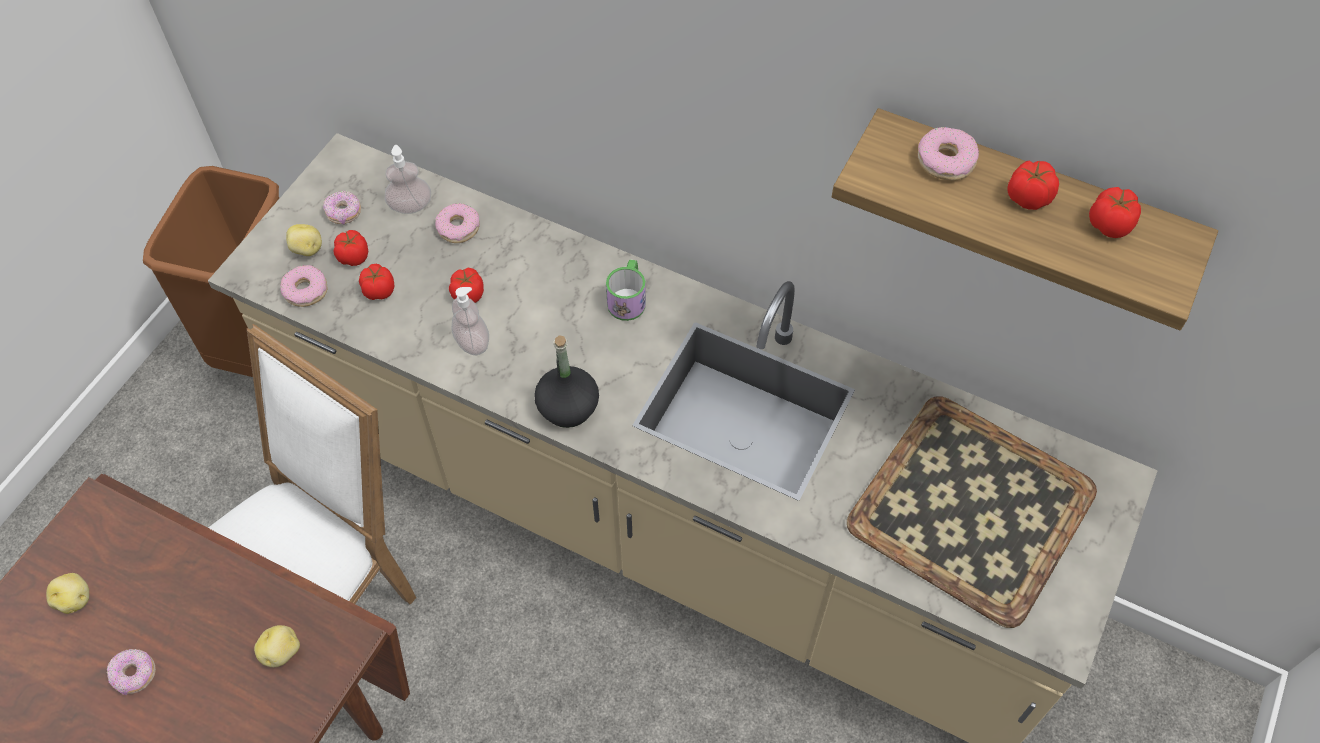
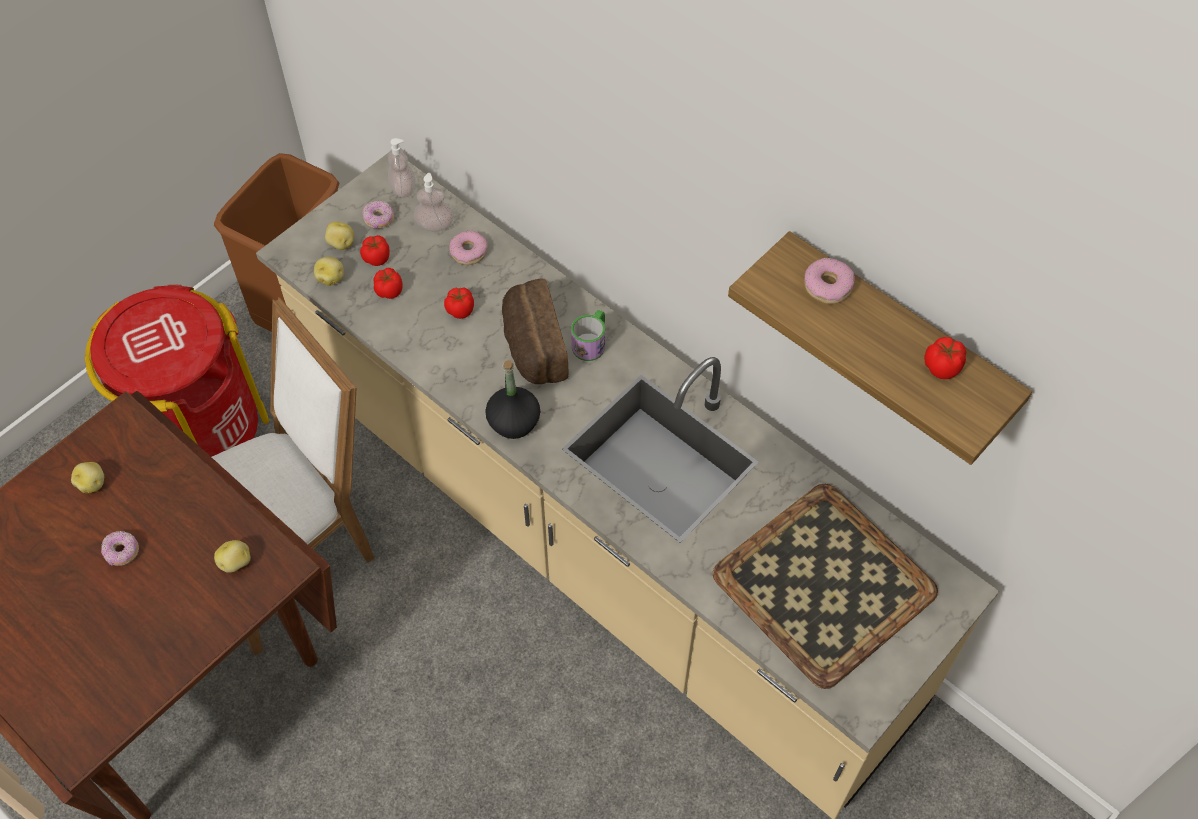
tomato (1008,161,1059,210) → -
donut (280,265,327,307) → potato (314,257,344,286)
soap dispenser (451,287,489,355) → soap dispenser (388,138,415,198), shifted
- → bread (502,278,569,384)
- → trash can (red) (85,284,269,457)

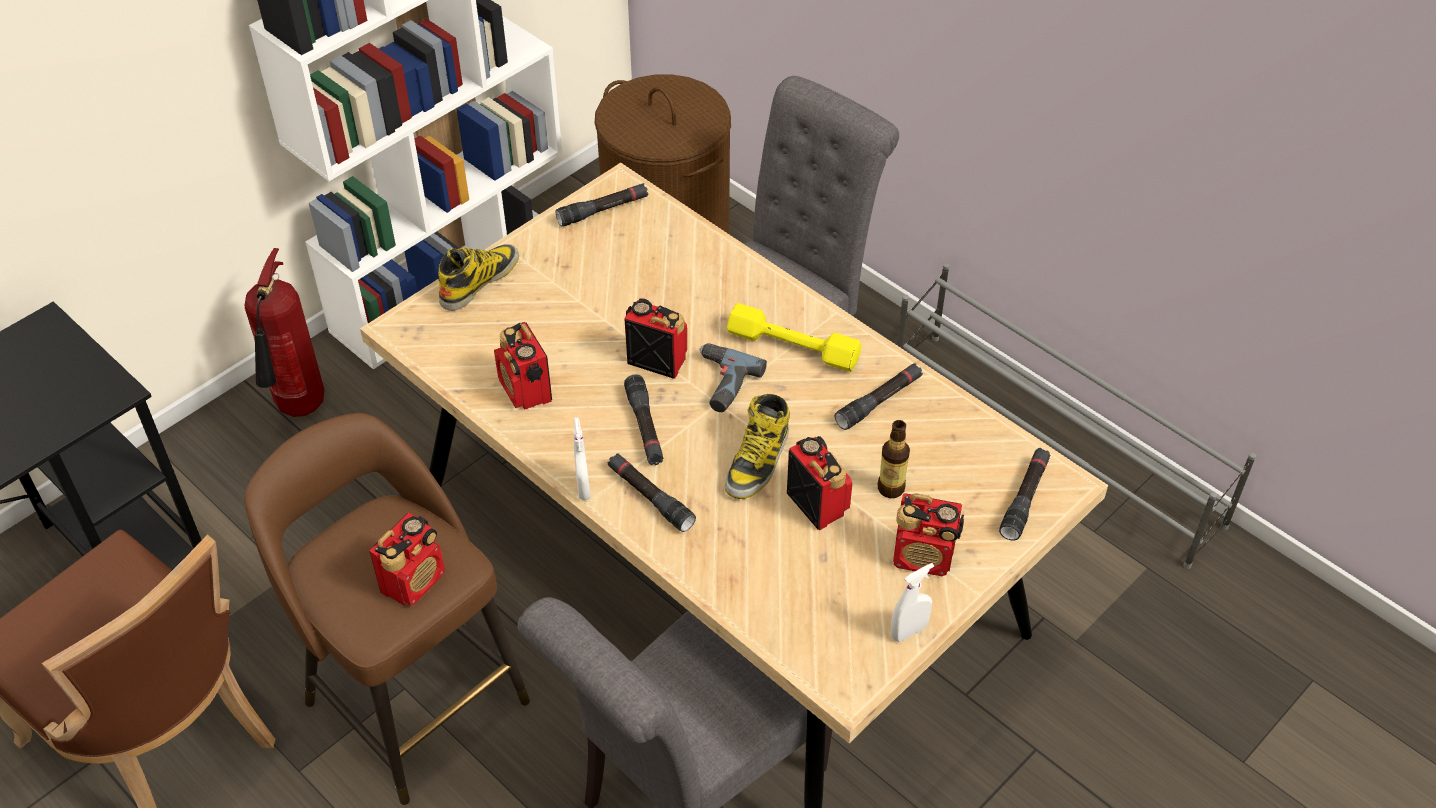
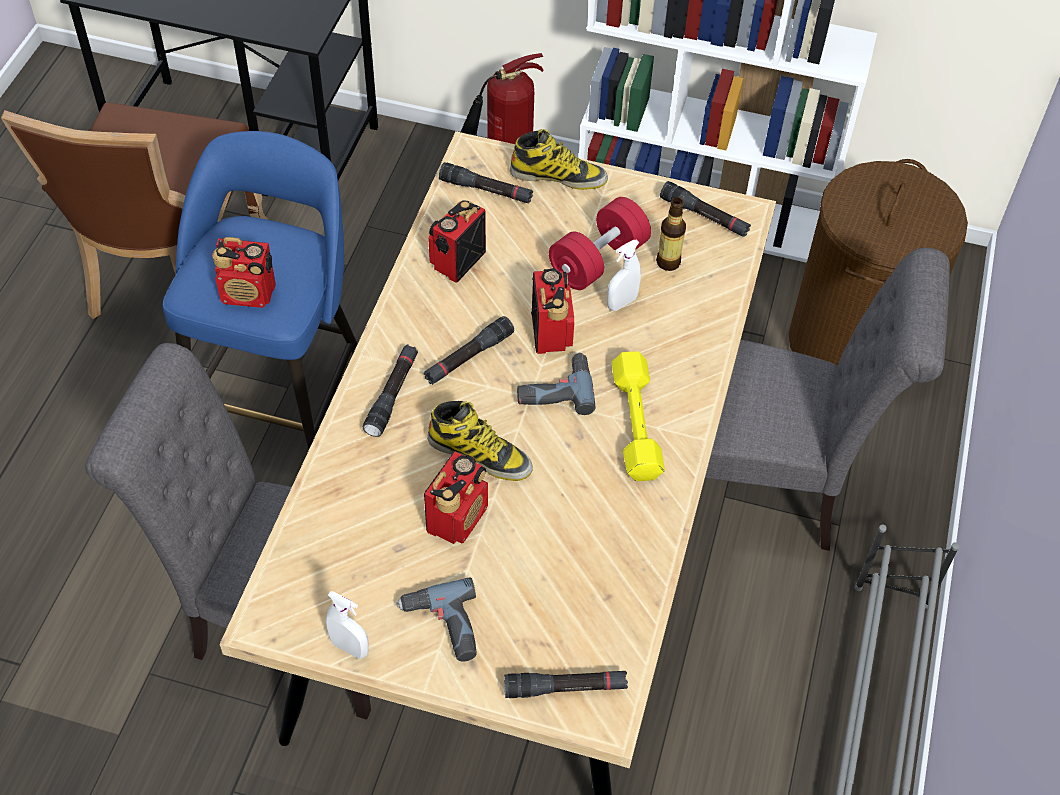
flashlight (black) (835,363,923,430) → flashlight (black) (439,162,533,204), shifted
boot (725,394,790,499) → boot (427,401,533,481), 150 degrees counterclockwise
stool (brown) (244,413,530,805) → stool (blue) (162,131,357,450)
spray bottle (white) (574,417,591,500) → spray bottle (white) (607,240,641,311), shifted
bottle (878,420,910,498) → bottle (656,197,686,271), shifted
radio (893,493,964,576) → power drill (397,578,477,662)
- → dumbbell (red) (549,197,651,290)

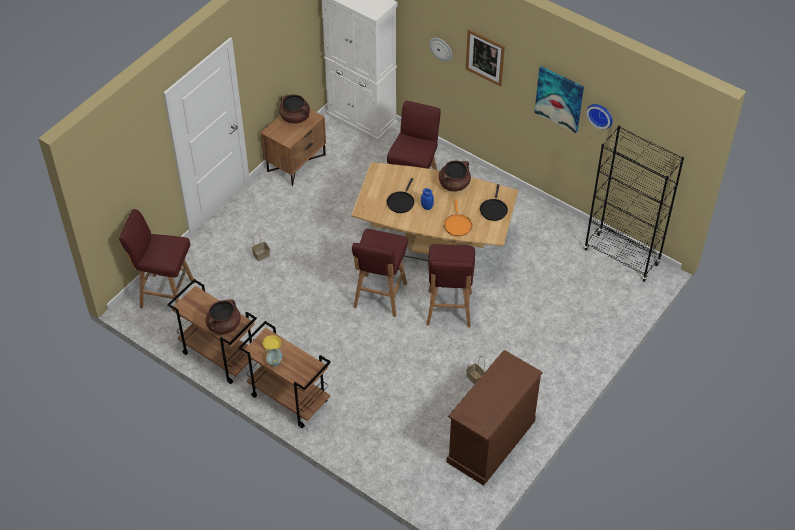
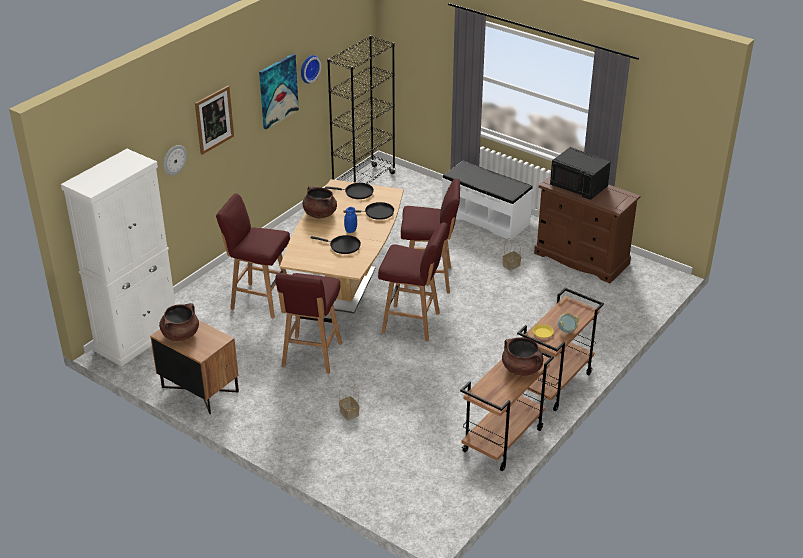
frying pan (orange) (444,199,472,236) → frying pan (black) (343,202,394,220)
stool (red) (119,209,195,308) → stool (red) (275,273,342,374), shifted
- → microwave (black) (550,147,611,200)
- → bench (white) (442,161,533,240)

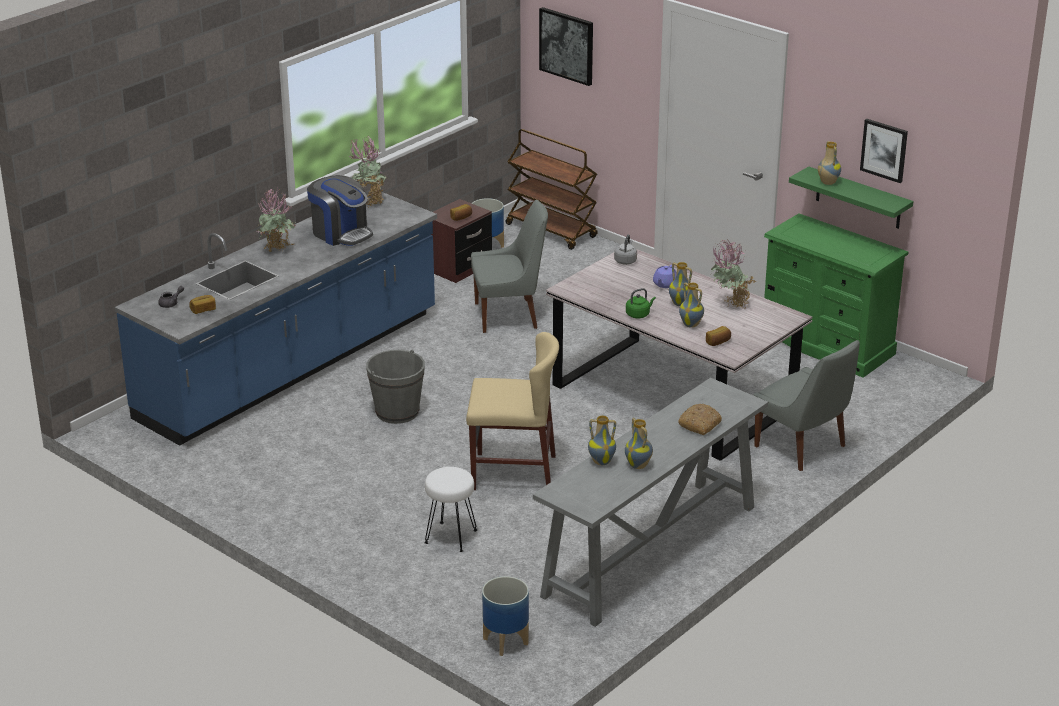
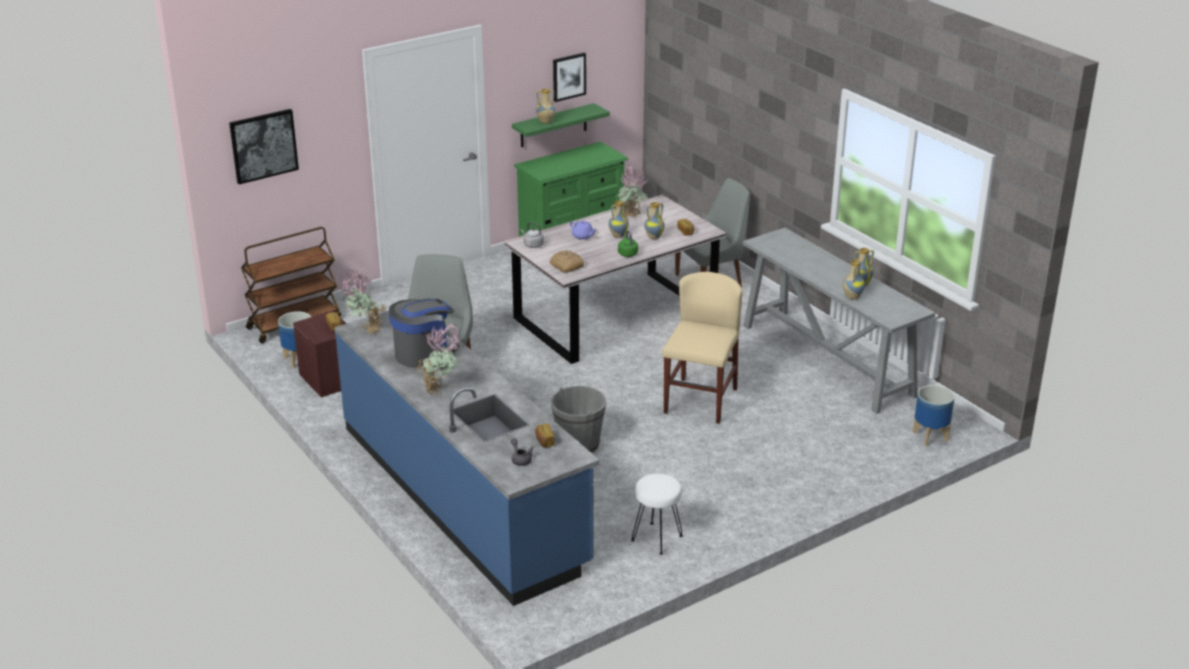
bread (678,404,722,435) → bread (549,250,584,273), shifted
stool (white) (424,467,477,552) → stool (white) (631,474,683,555), shifted

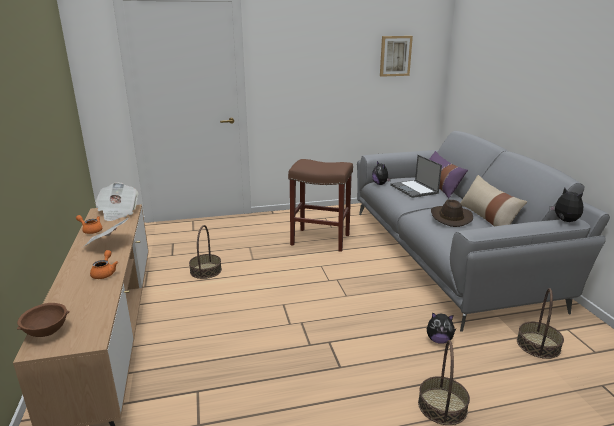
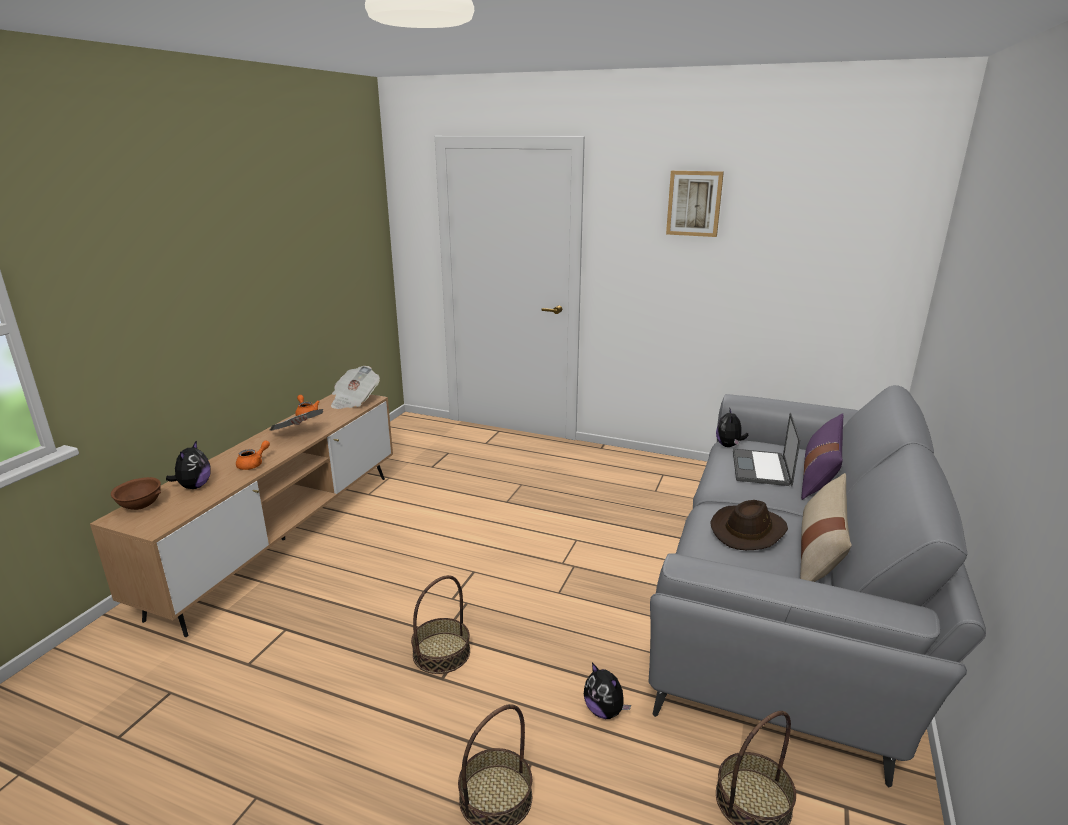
picture (380,36,413,77) → picture (666,171,724,237), shifted
stool (brown) (288,159,353,252) → -
plush toy (550,188,583,222) → plush toy (166,440,211,489), shifted
basket (189,225,222,279) → basket (411,575,470,674), shifted

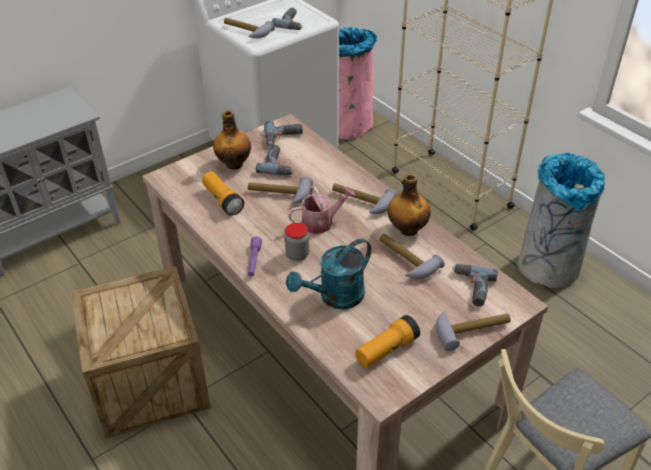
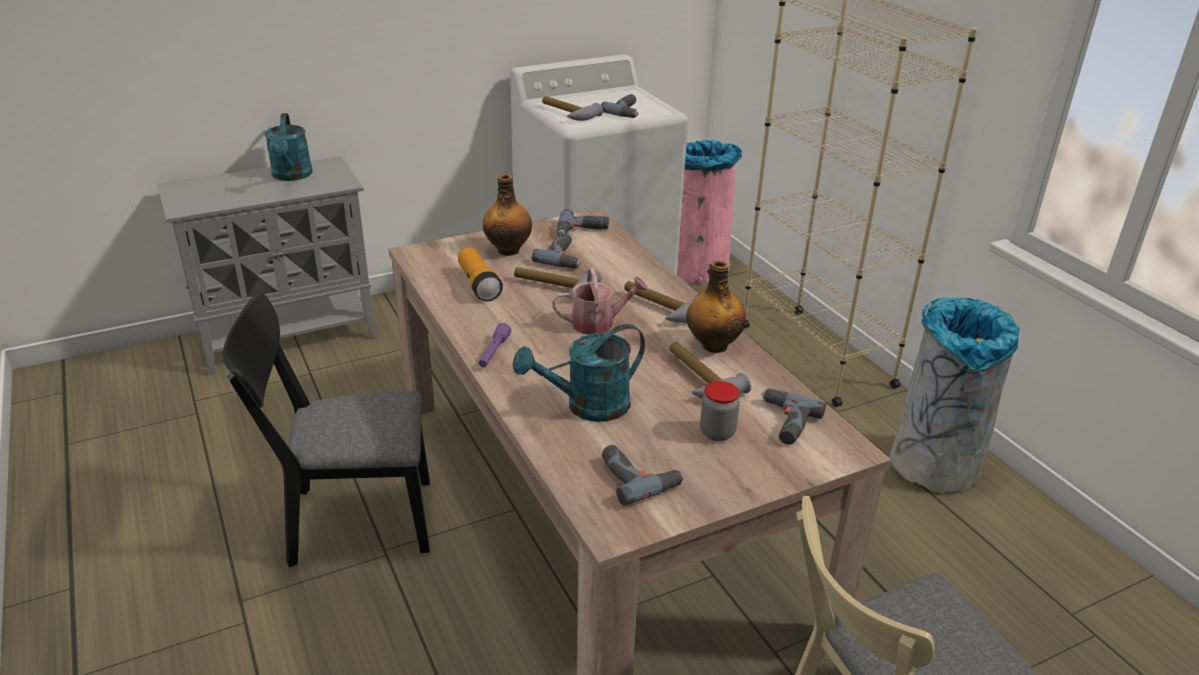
jar (285,223,309,261) → jar (700,381,740,441), shifted
crate (71,266,211,438) → chair (black) (222,293,430,567)
hammer (436,312,511,351) → -
flashlight (356,315,420,368) → power drill (602,445,684,506)
- → watering can (turquoise) (265,113,313,181)

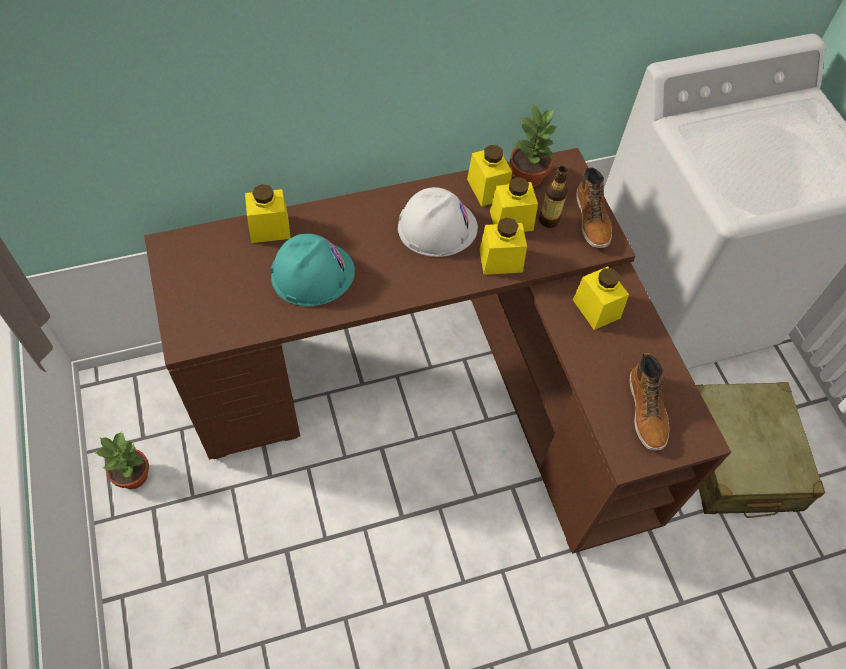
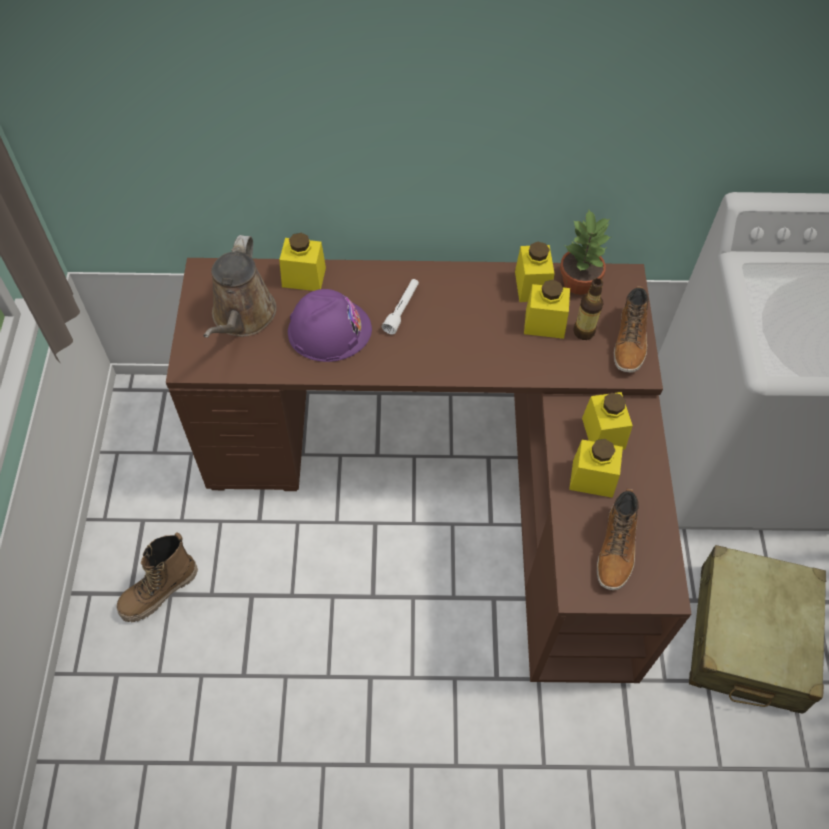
hard hat (white) (398,187,478,257) → -
jar (yellow) (479,217,527,275) → jar (yellow) (569,439,623,498), shifted
hard hat (turquoise) (271,233,355,306) → hard hat (purple) (288,289,372,362)
potted plant (96,431,149,489) → -
- → watering can (brown) (203,235,277,338)
- → flashlight (white) (382,279,419,334)
- → boot (116,532,198,622)

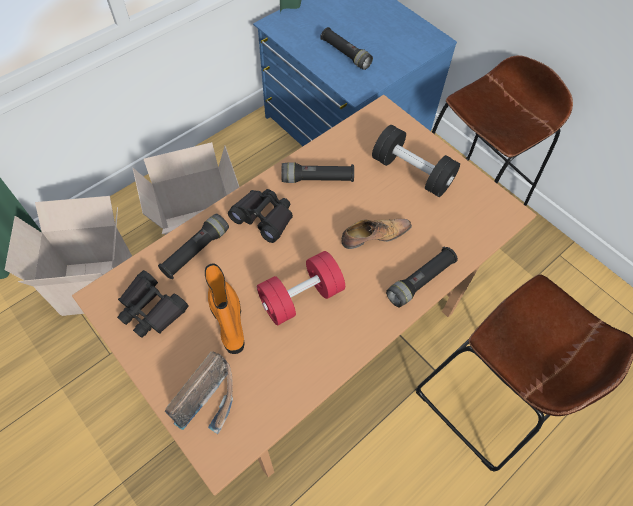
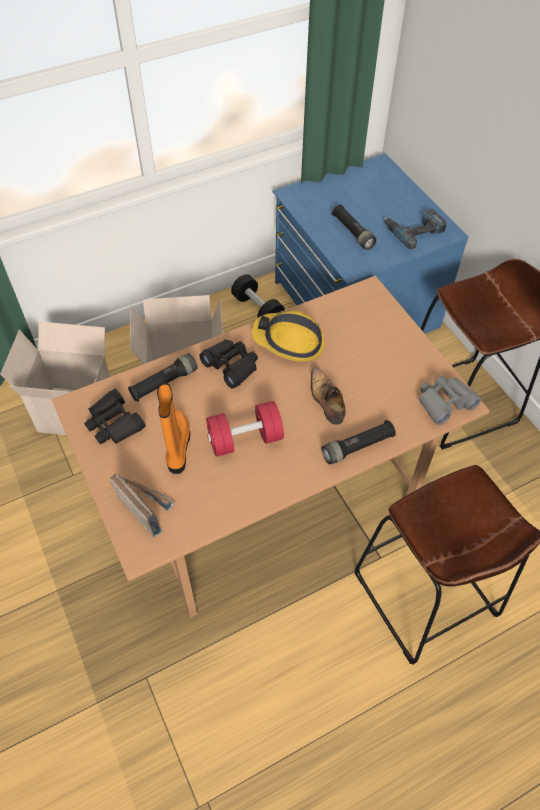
dumbbell (black) (372,125,460,197) → dumbbell (black) (231,274,285,318), shifted
flashlight (black) (281,162,354,183) → hard hat (251,310,325,362)
shoe (342,219,412,249) → shoe (311,368,346,425), 105 degrees counterclockwise
radio (165,352,233,434) → radio (110,473,175,538), 90 degrees counterclockwise
- → power drill (384,209,447,249)
- → binoculars (grey) (419,376,481,425)

